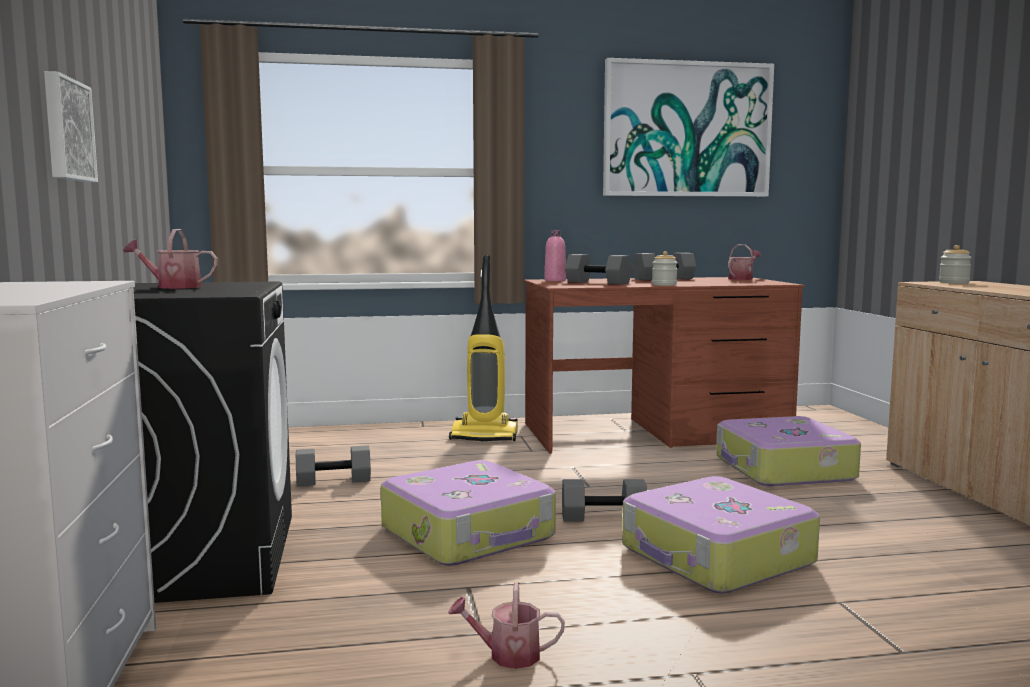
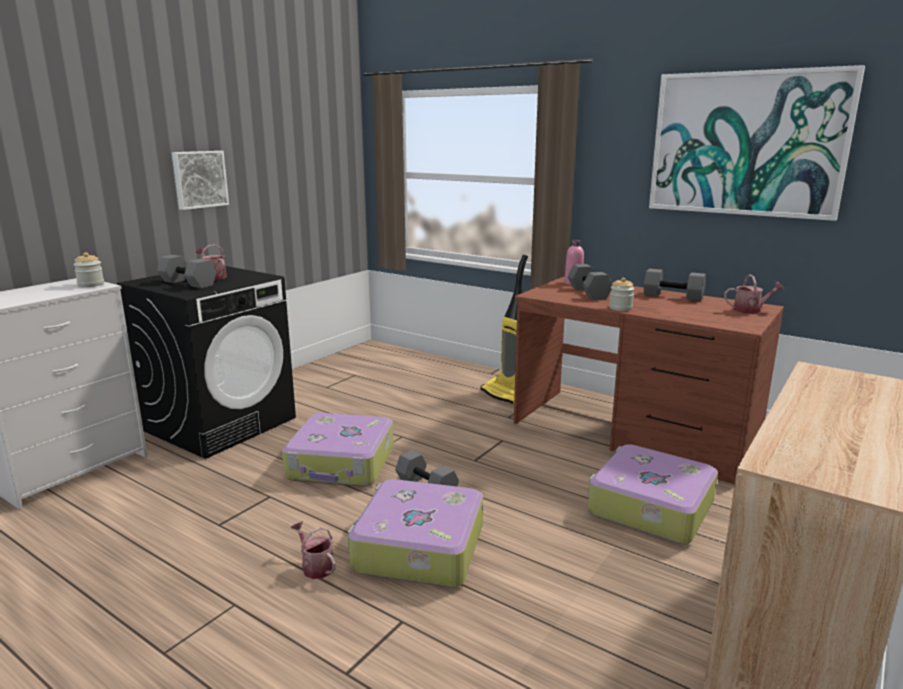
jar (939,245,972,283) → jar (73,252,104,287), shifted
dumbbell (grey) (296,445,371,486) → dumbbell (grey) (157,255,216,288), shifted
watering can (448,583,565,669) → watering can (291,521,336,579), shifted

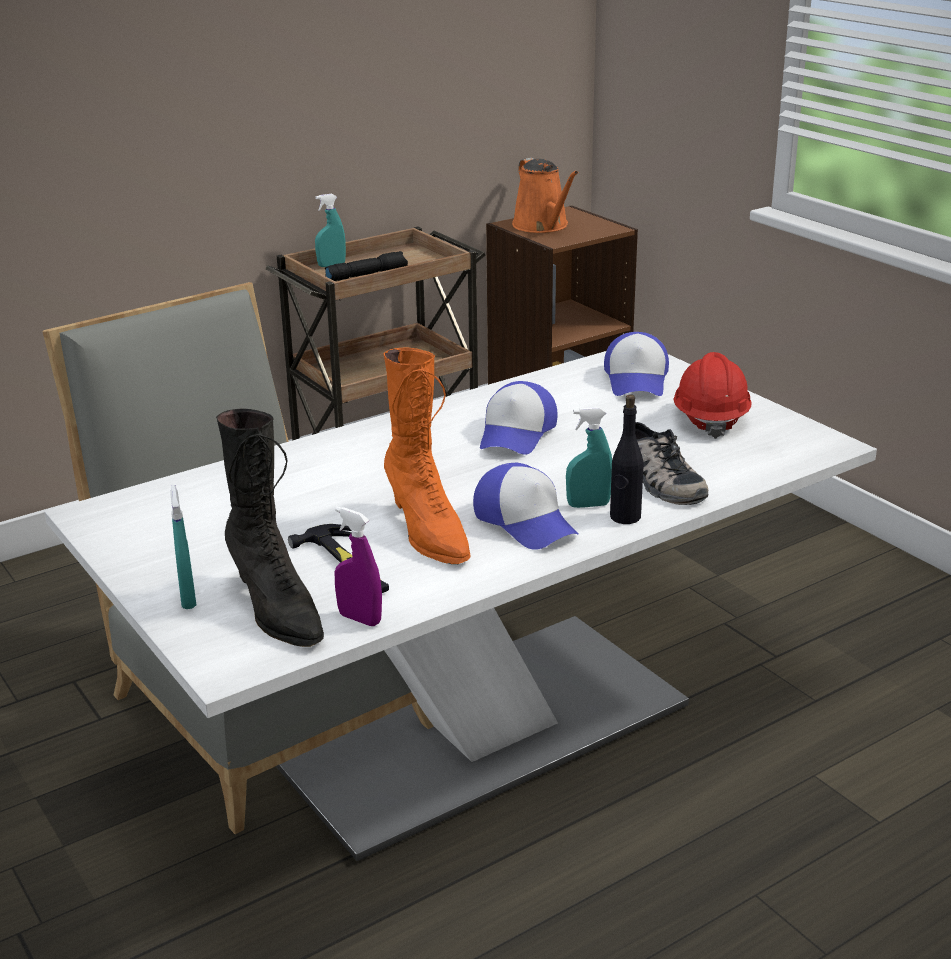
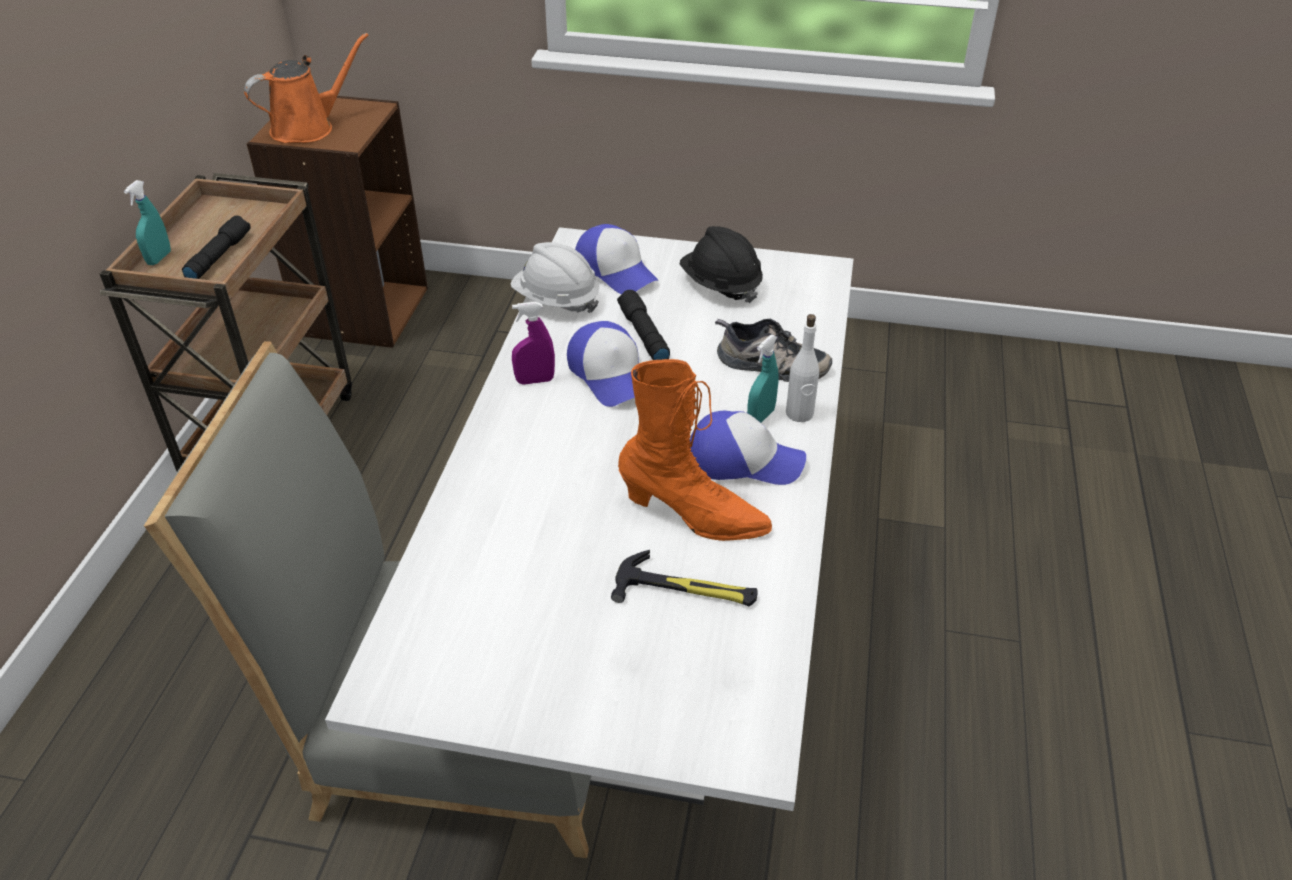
watering can (orange) (512,158,578,233) → watering can (orange) (244,33,369,143), 60 degrees counterclockwise
hard hat (red) (673,352,752,439) → hard hat (black) (680,226,763,303)
bottle (black) (610,395,644,524) → bottle (white) (786,314,819,422)
boot (black) (216,409,324,647) → -
spray bottle (turquoise) (170,485,196,609) → -
spray bottle (purple) (335,506,382,626) → spray bottle (purple) (512,302,555,385), shifted
- → hard hat (white) (511,242,599,313)
- → flashlight (black) (617,290,670,360)

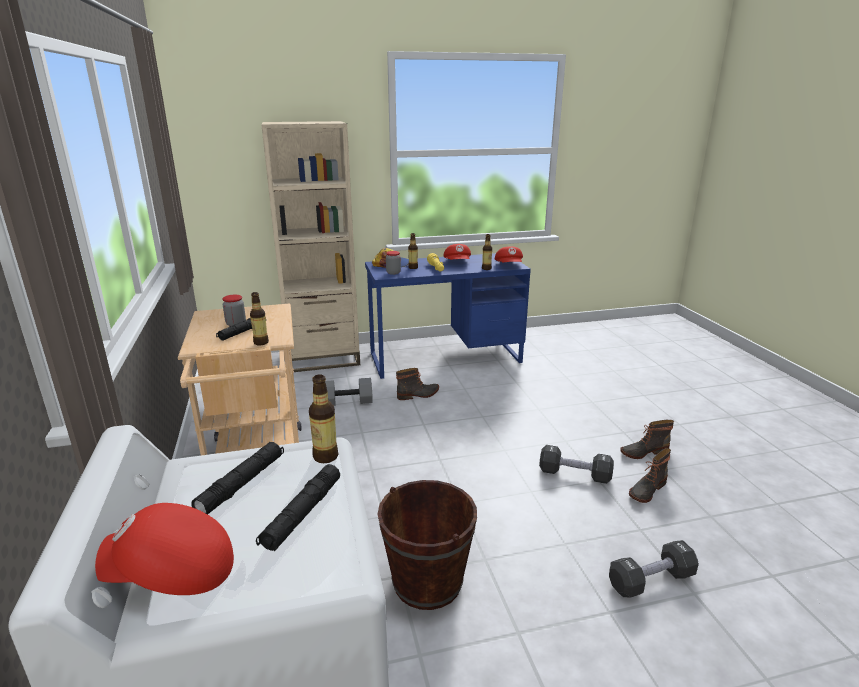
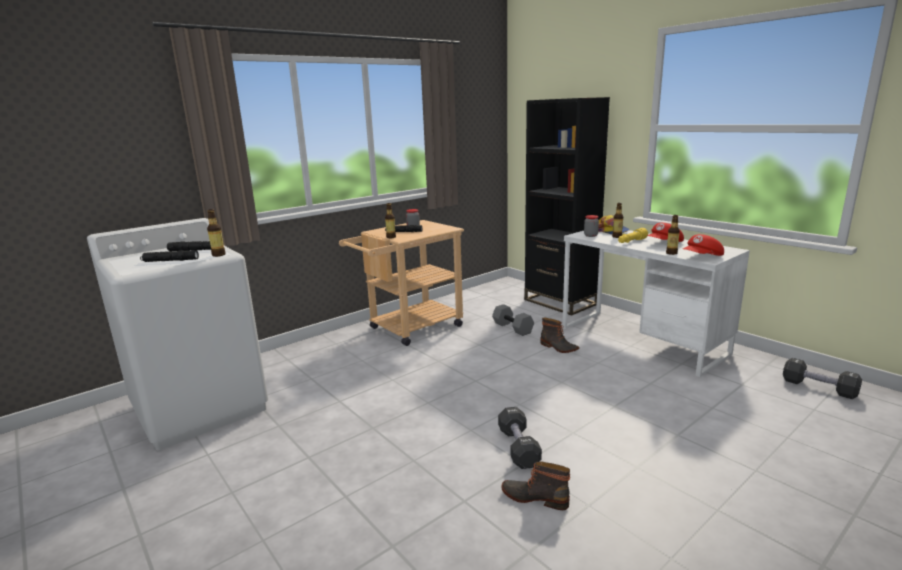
bookcase (beige) (261,121,360,372) → bookcase (black) (524,97,610,316)
desk (blue) (365,253,531,379) → desk (white) (562,230,750,377)
boot (620,420,674,459) → -
bucket (brown) (377,480,477,610) → -
cap (red) (95,503,234,595) → -
dumbbell (black) (609,540,699,597) → dumbbell (black) (783,358,862,399), shifted

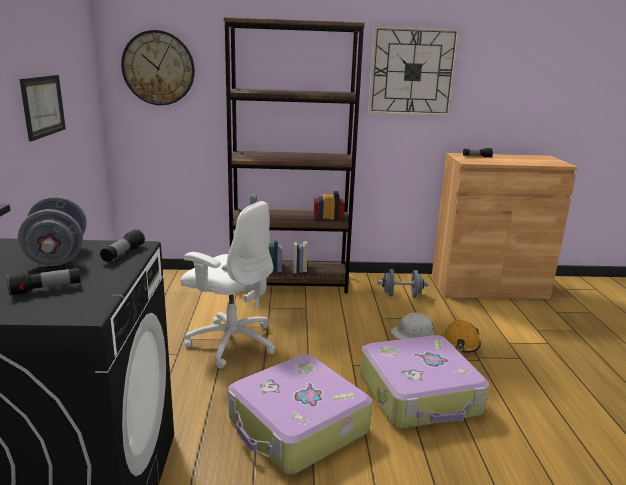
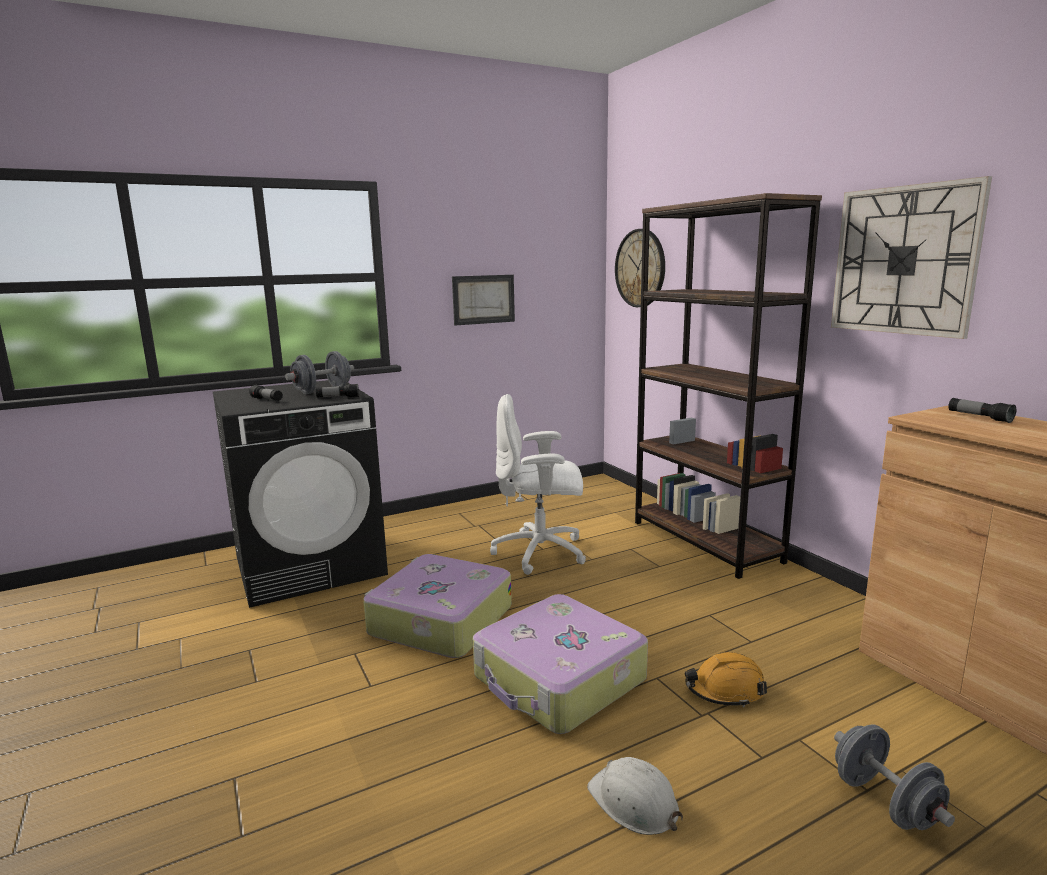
office chair (white) (180,201,275,369) → office chair (white) (490,394,586,575), 90 degrees clockwise
dumbbell (grey) (377,269,429,297) → dumbbell (grey) (834,724,955,830), shifted
hard hat (white) (390,312,434,340) → hard hat (white) (587,757,683,835), shifted

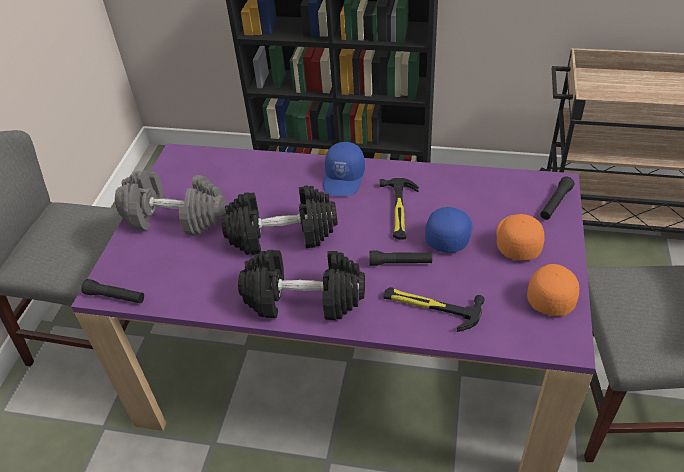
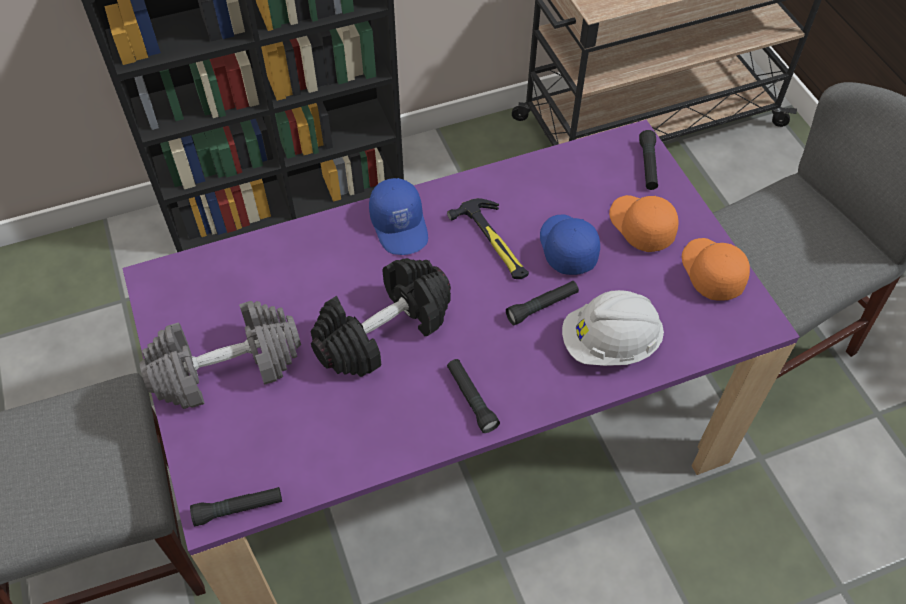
dumbbell (black) (238,250,365,320) → flashlight (black) (447,359,500,433)
hammer (383,287,485,332) → hard hat (white) (562,290,664,366)

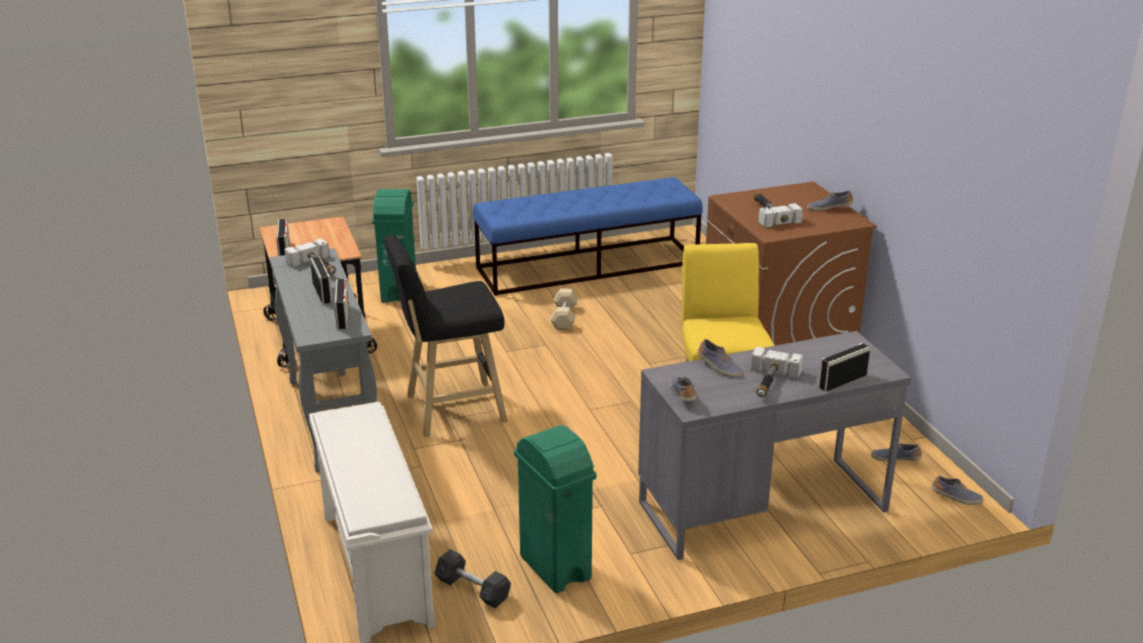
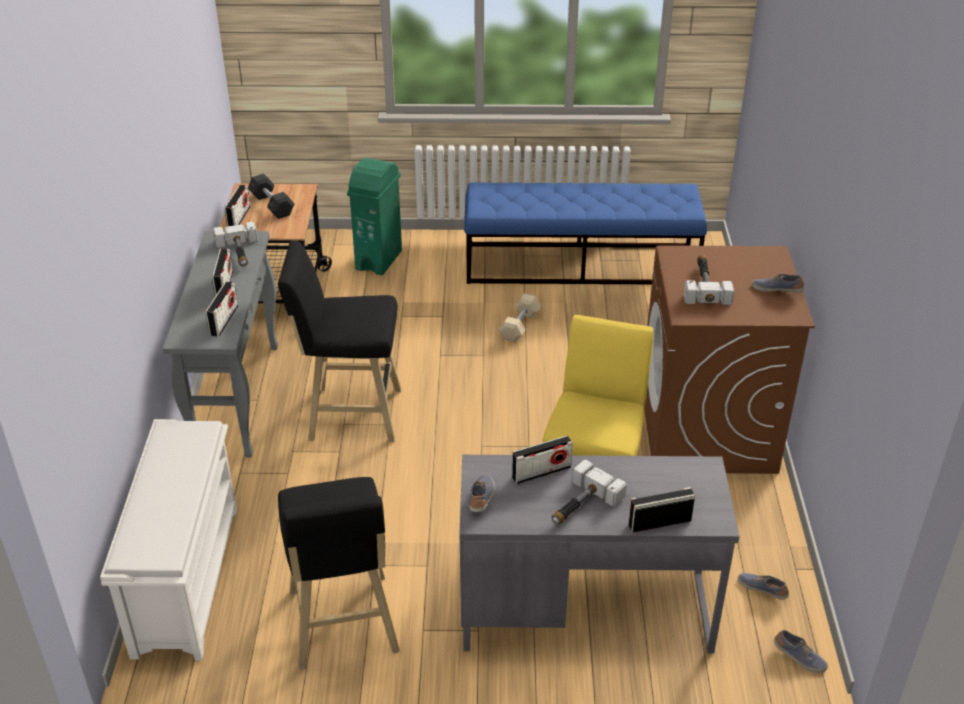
shoe (698,339,744,378) → radio (512,436,573,484)
trash can (green) (514,425,596,593) → stool (black) (278,477,400,670)
dumbbell (grey) (434,549,511,608) → dumbbell (grey) (248,174,294,219), shifted

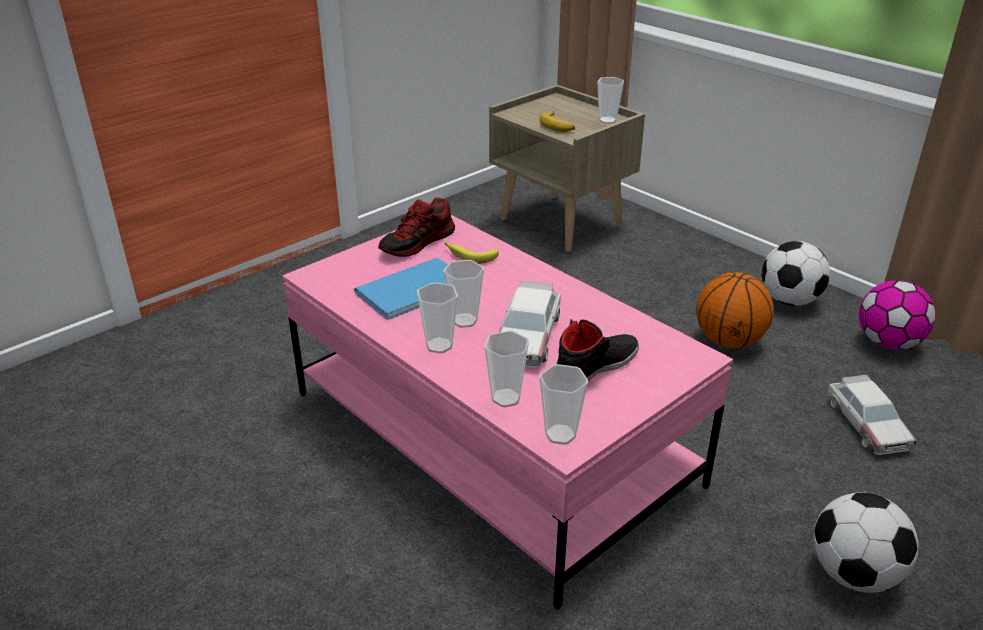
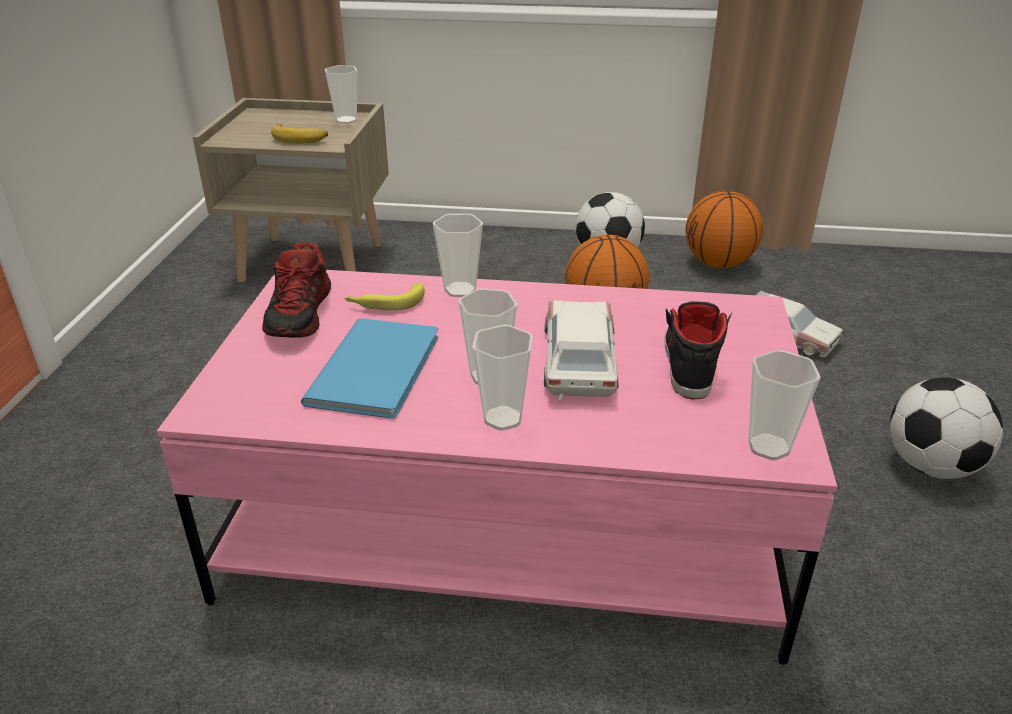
football (859,280,936,350) → basketball (685,191,763,268)
toy car (499,281,561,368) → toy car (544,300,618,400), 150 degrees counterclockwise
cup (484,330,529,408) → cup (433,214,483,297), shifted

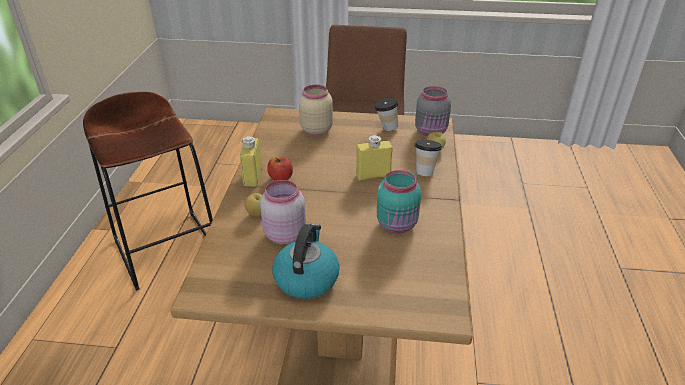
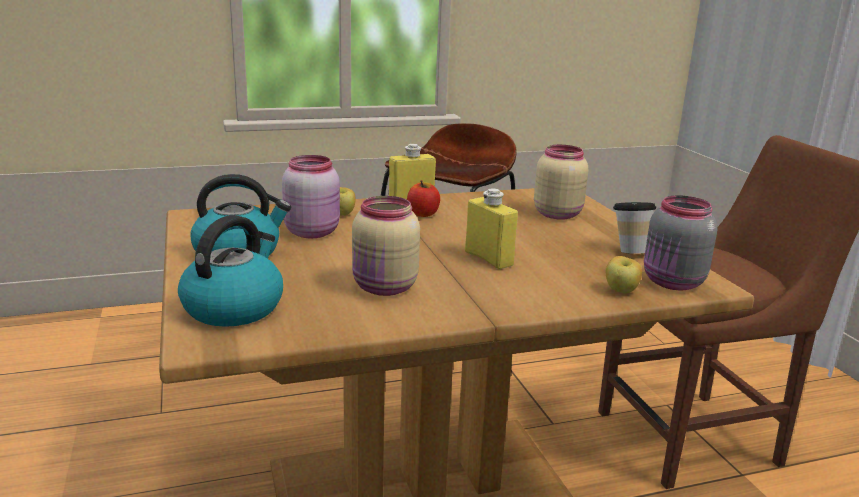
cup (415,140,442,176) → -
jar (turquoise) (377,170,421,233) → jar (beige) (352,196,420,296)
- → kettle (178,215,283,327)

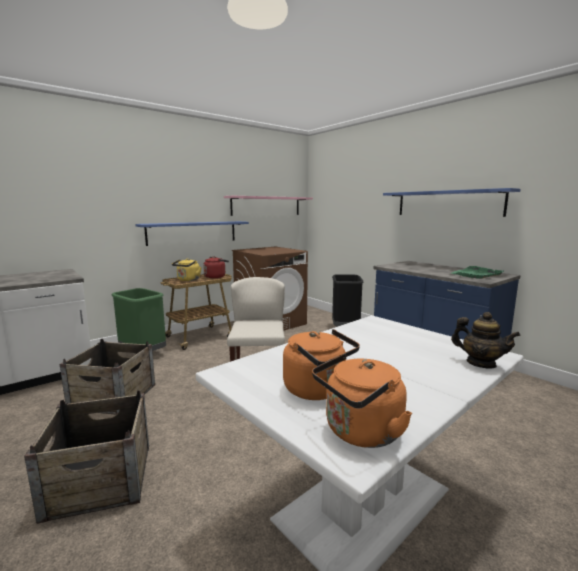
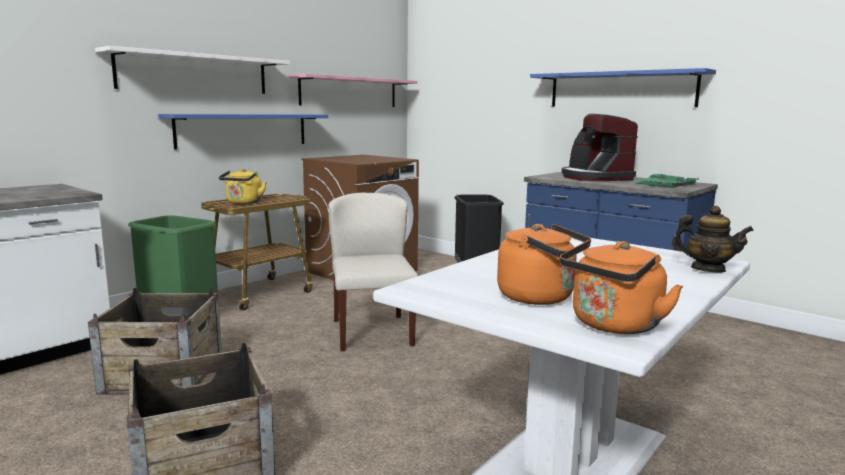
kettle (red) (203,257,229,278) → -
- → shelf (white) (95,46,290,94)
- → coffee machine (561,114,638,181)

